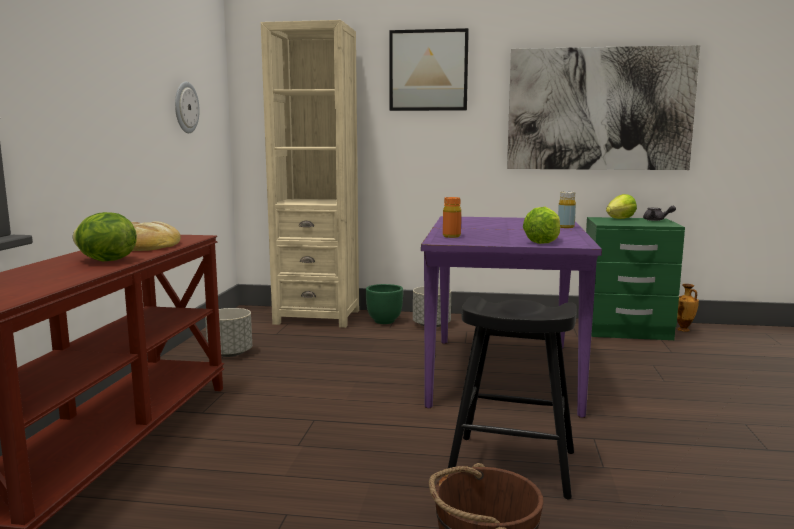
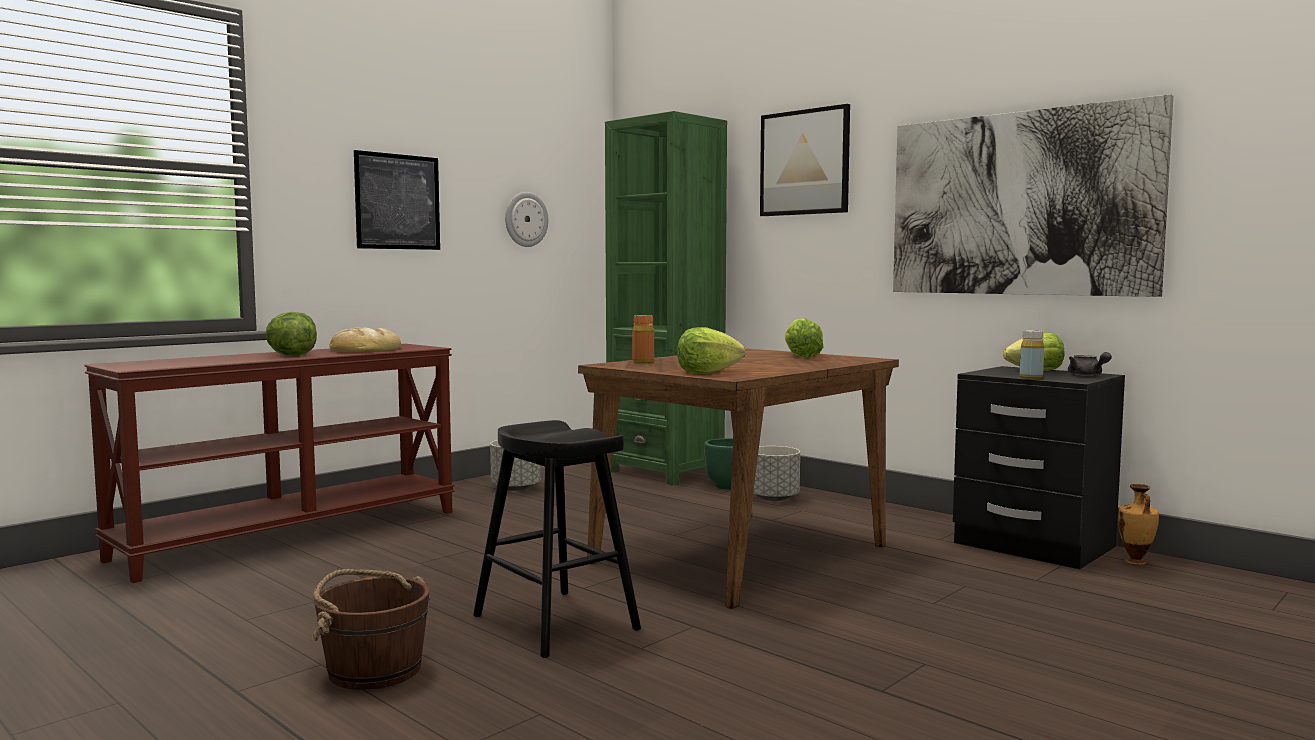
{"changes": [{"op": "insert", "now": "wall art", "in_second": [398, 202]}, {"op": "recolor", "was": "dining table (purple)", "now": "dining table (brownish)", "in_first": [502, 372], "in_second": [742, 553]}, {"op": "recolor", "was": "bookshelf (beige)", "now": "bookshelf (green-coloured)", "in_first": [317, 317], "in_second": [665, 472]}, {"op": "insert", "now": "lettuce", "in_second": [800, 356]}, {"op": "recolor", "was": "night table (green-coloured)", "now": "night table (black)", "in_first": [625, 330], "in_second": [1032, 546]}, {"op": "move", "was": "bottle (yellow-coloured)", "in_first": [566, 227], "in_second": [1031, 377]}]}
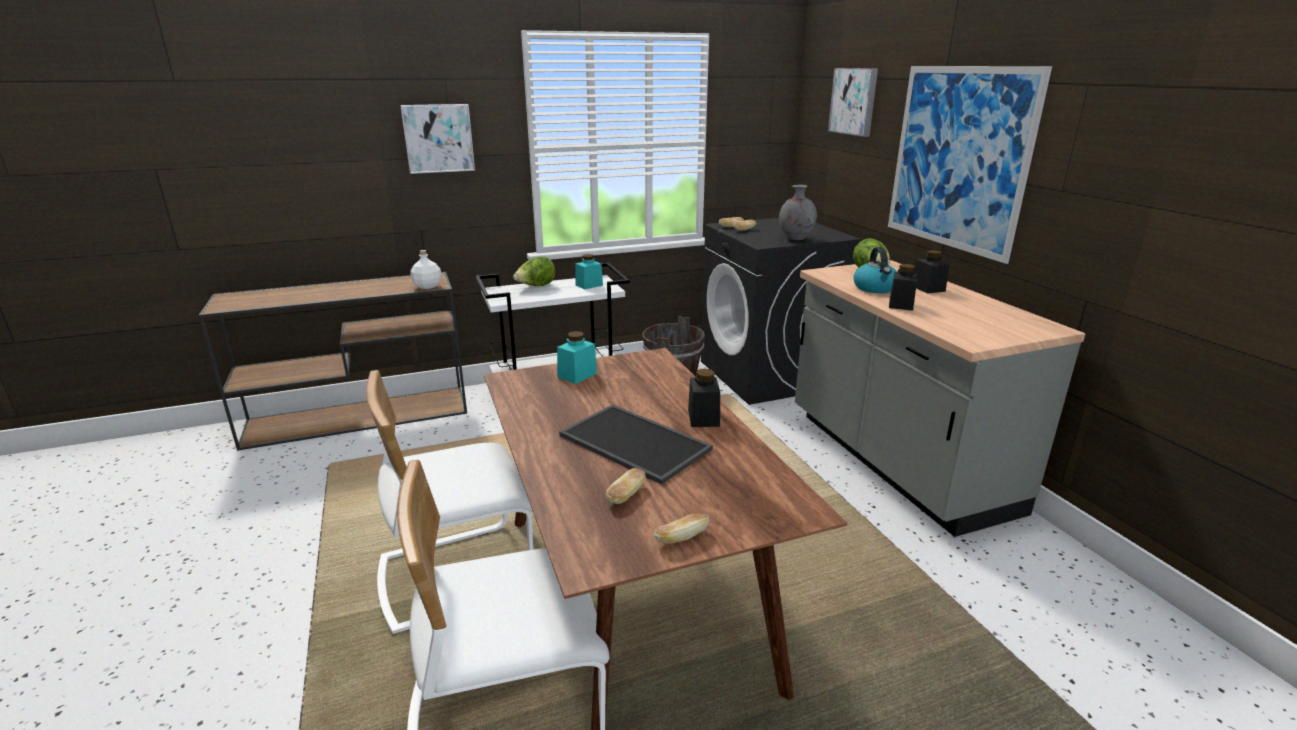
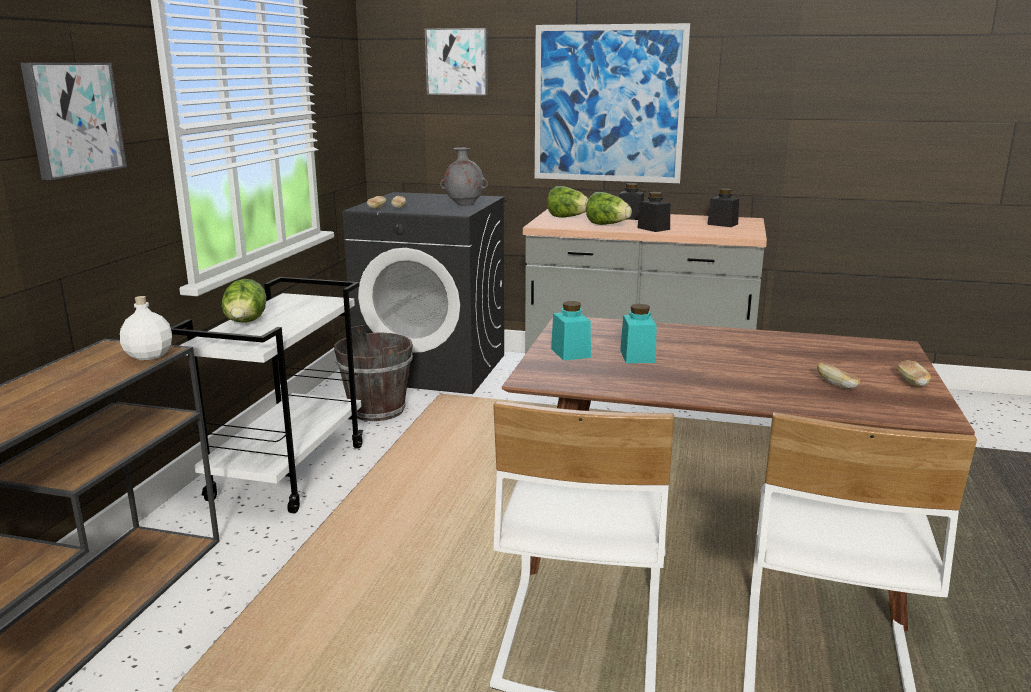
{"changes": [{"op": "replace", "was": "tea kettle", "now": "lettuce", "in_first": [875, 288], "in_second": [607, 225]}, {"op": "move", "was": "preserve jar (turquoise)", "in_first": [589, 285], "in_second": [637, 356]}, {"op": "move", "was": "preserve jar (black)", "in_first": [703, 418], "in_second": [722, 224]}, {"op": "delete", "was": "tray", "in_first": [637, 442]}]}
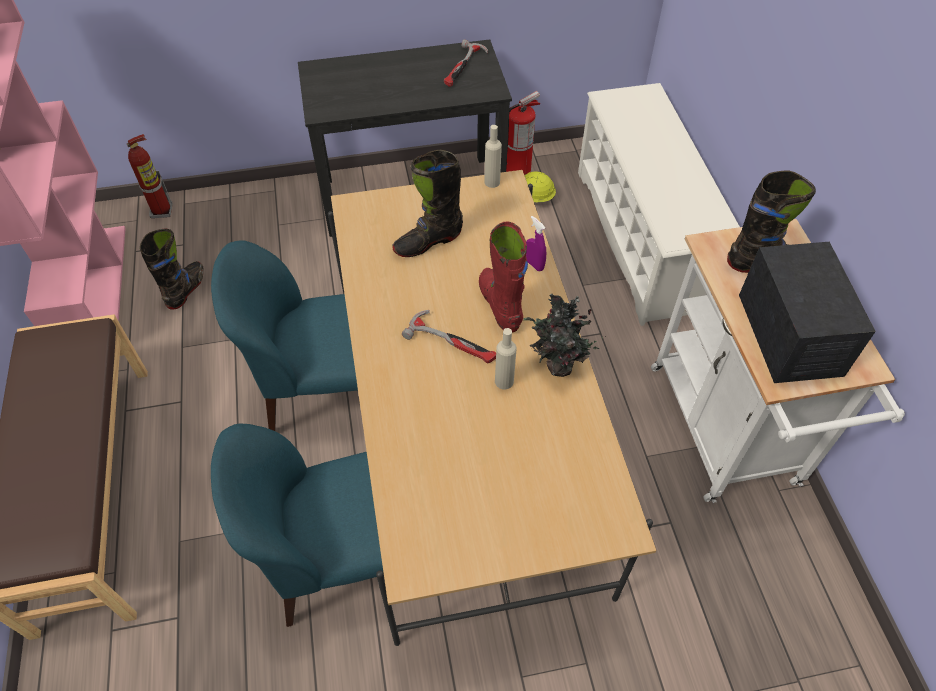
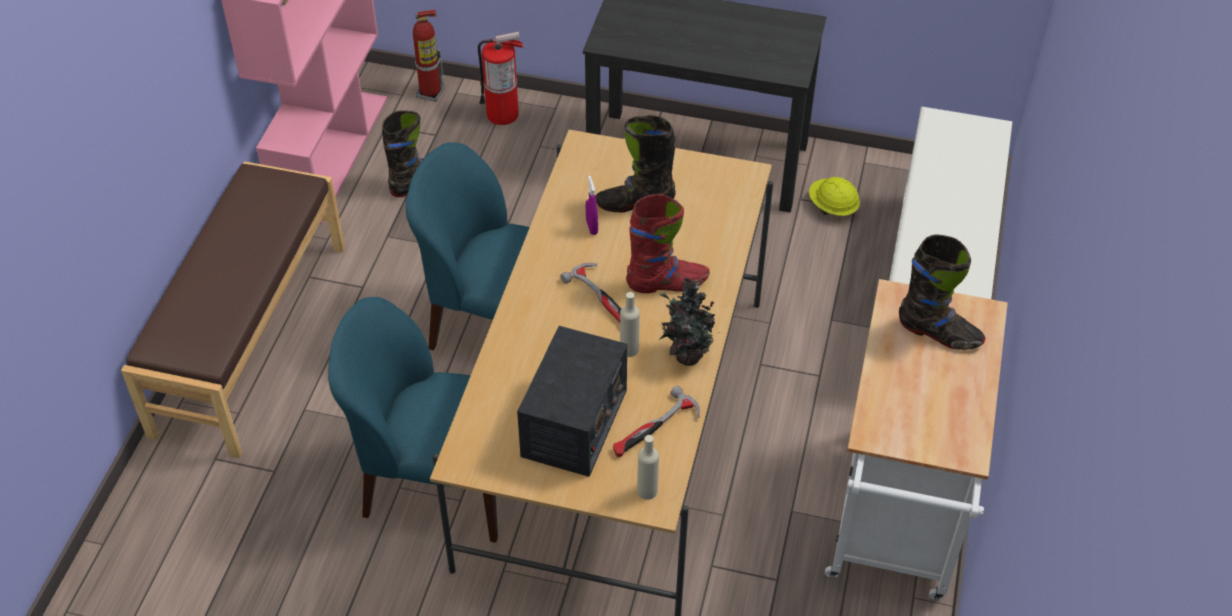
{"changes": [{"op": "move", "was": "fire-fighting cylinder", "in_first": [517, 169], "in_second": [503, 114]}, {"op": "move", "was": "radio set", "in_first": [790, 335], "in_second": [574, 423]}, {"op": "move", "was": "sprayer (purple)", "in_first": [534, 264], "in_second": [591, 227]}, {"op": "move", "was": "hand hammer", "in_first": [463, 67], "in_second": [655, 429]}, {"op": "rotate", "was": "high-top boot (red)", "in_first": [500, 305], "in_second": [667, 283], "clockwise": 75}, {"op": "move", "was": "bottle (beige)", "in_first": [492, 182], "in_second": [647, 491]}]}
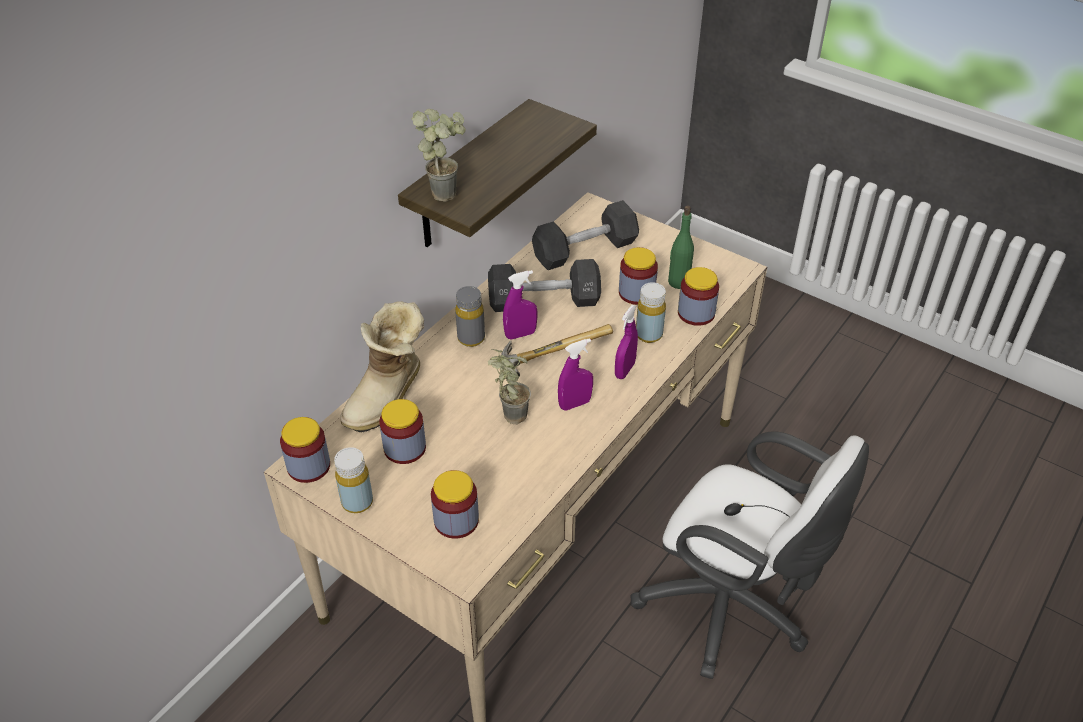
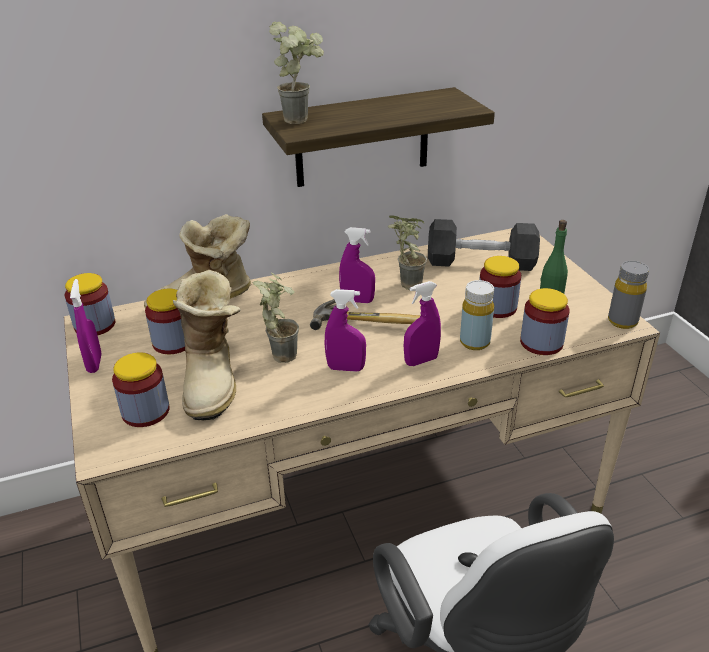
{"changes": [{"op": "replace", "was": "bottle (yellow-coloured)", "now": "sprayer (purple)", "in_first": [357, 502], "in_second": [94, 363]}, {"op": "insert", "now": "high-top boot", "in_second": [214, 380]}, {"op": "replace", "was": "free weight (black)", "now": "houseplant", "in_first": [544, 301], "in_second": [404, 285]}, {"op": "move", "was": "bottle (gray)", "in_first": [471, 338], "in_second": [622, 321]}]}
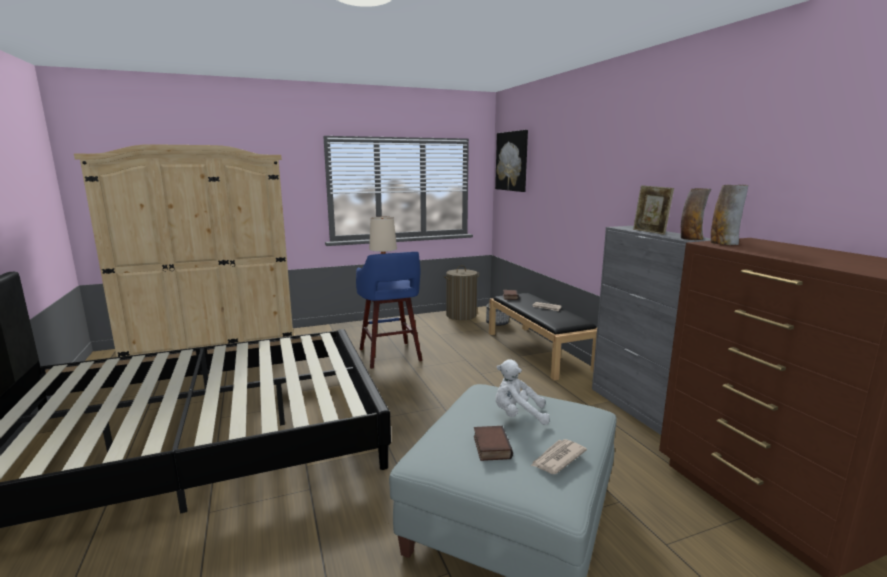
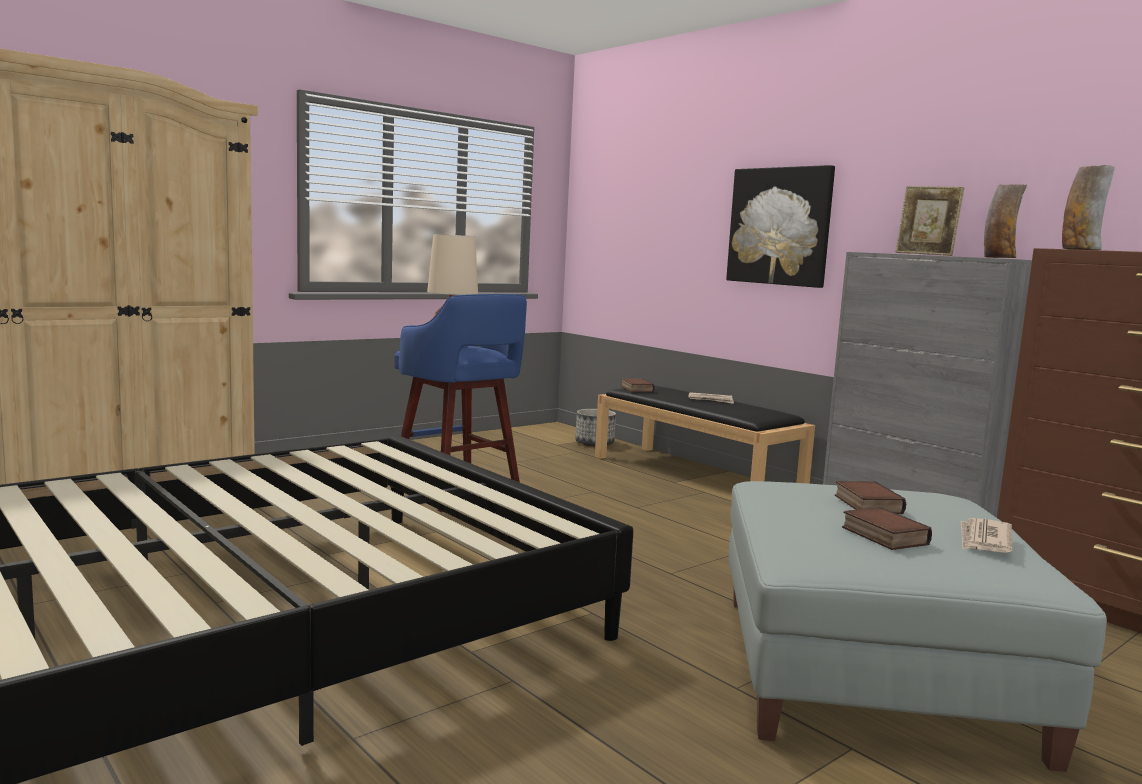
{"changes": [{"op": "move", "was": "wall art", "in_first": [512, 161], "in_second": [780, 226]}, {"op": "replace", "was": "cuddly toy (white)", "now": "bound book", "in_first": [518, 416], "in_second": [865, 504]}, {"op": "delete", "was": "washing basket", "in_first": [461, 315]}]}
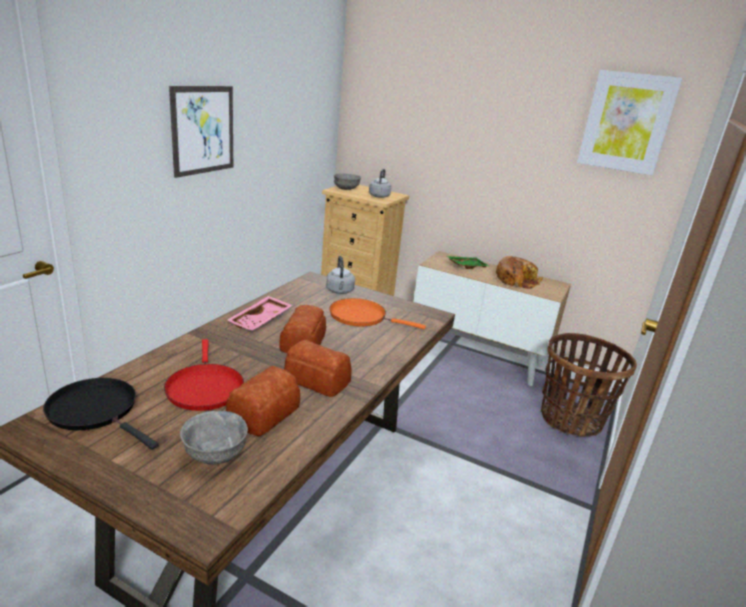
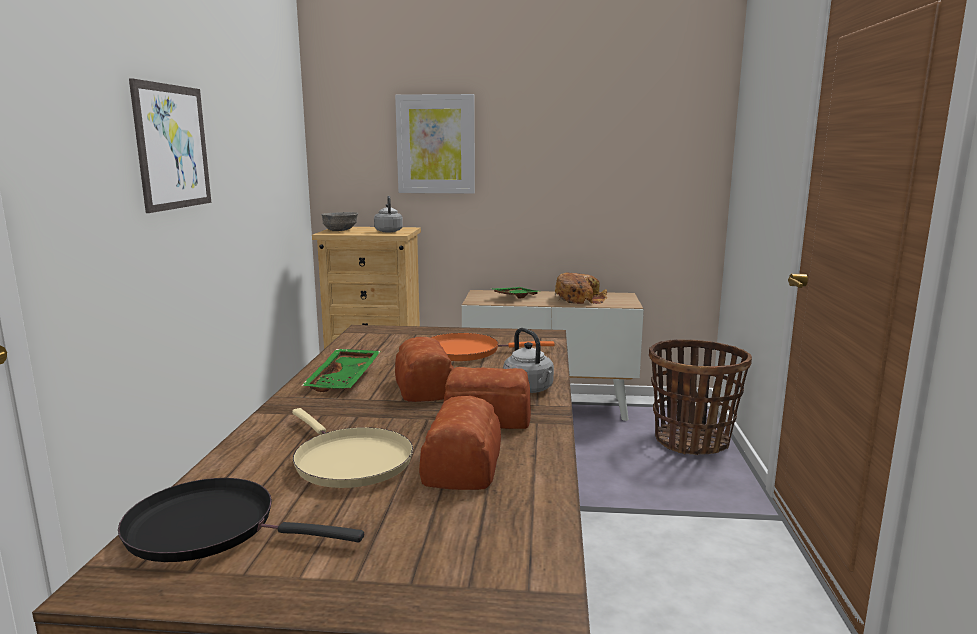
{"changes": [{"op": "recolor", "was": "skillet (red)", "now": "skillet (beige)", "in_first": [204, 388], "in_second": [349, 461]}, {"op": "recolor", "was": "tray (pinkish)", "now": "tray (green-coloured)", "in_first": [261, 321], "in_second": [345, 380]}, {"op": "move", "was": "wall art", "in_first": [626, 122], "in_second": [436, 144]}, {"op": "move", "was": "tea kettle (gray)", "in_first": [340, 291], "in_second": [530, 389]}, {"op": "delete", "was": "deep dish (gray)", "in_first": [215, 453]}]}
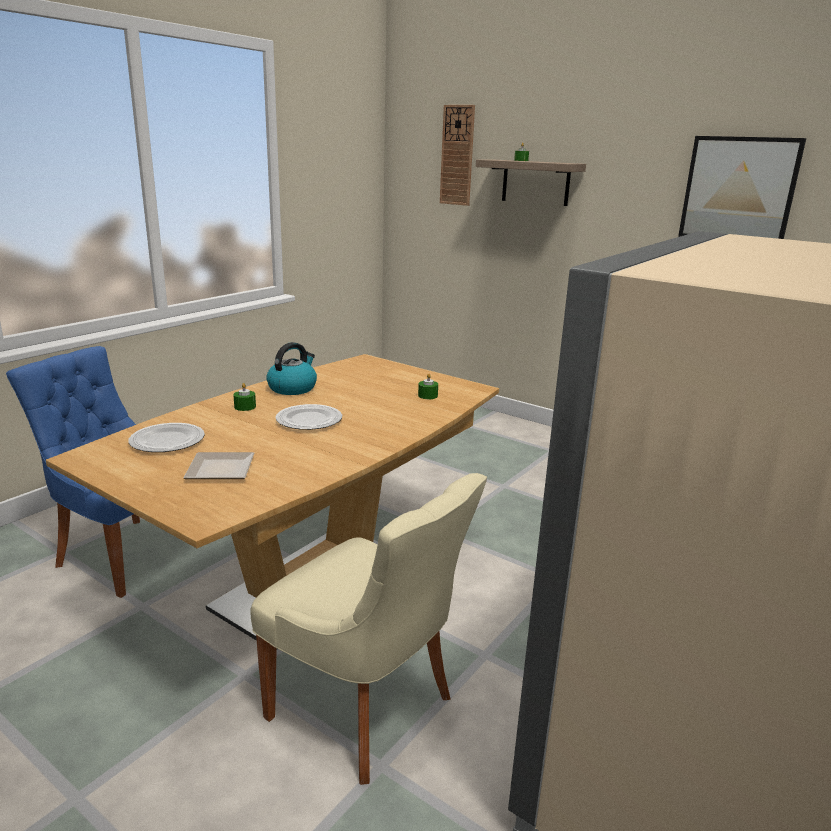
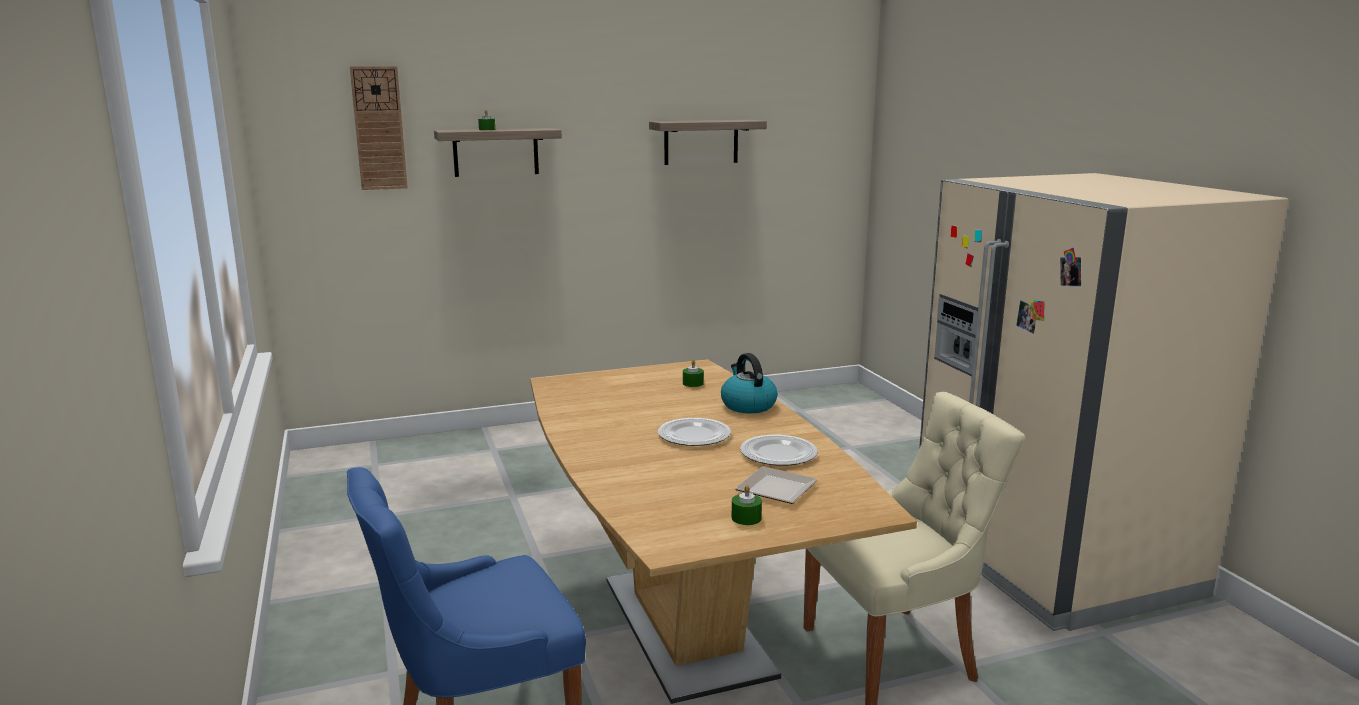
{"changes": [{"op": "replace", "was": "wall art", "now": "wall shelf", "in_first": [738, 190], "in_second": [701, 142]}, {"op": "move", "was": "tea kettle", "in_first": [292, 388], "in_second": [747, 405]}, {"op": "move", "was": "wax light (green-coloured)", "in_first": [245, 407], "in_second": [746, 518]}, {"op": "move", "was": "flat dish", "in_first": [168, 441], "in_second": [779, 453]}]}
